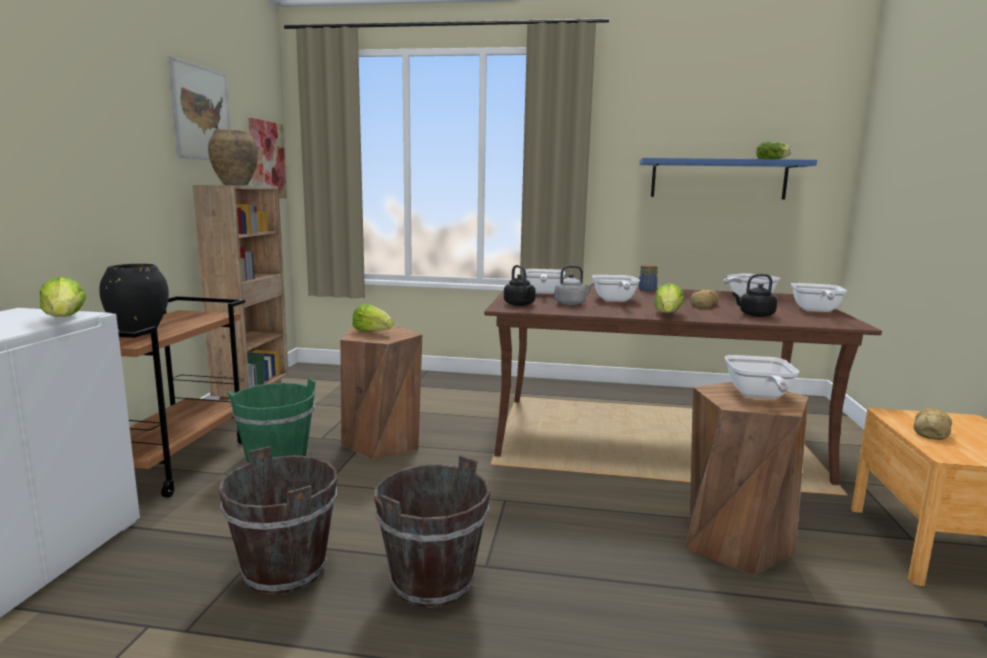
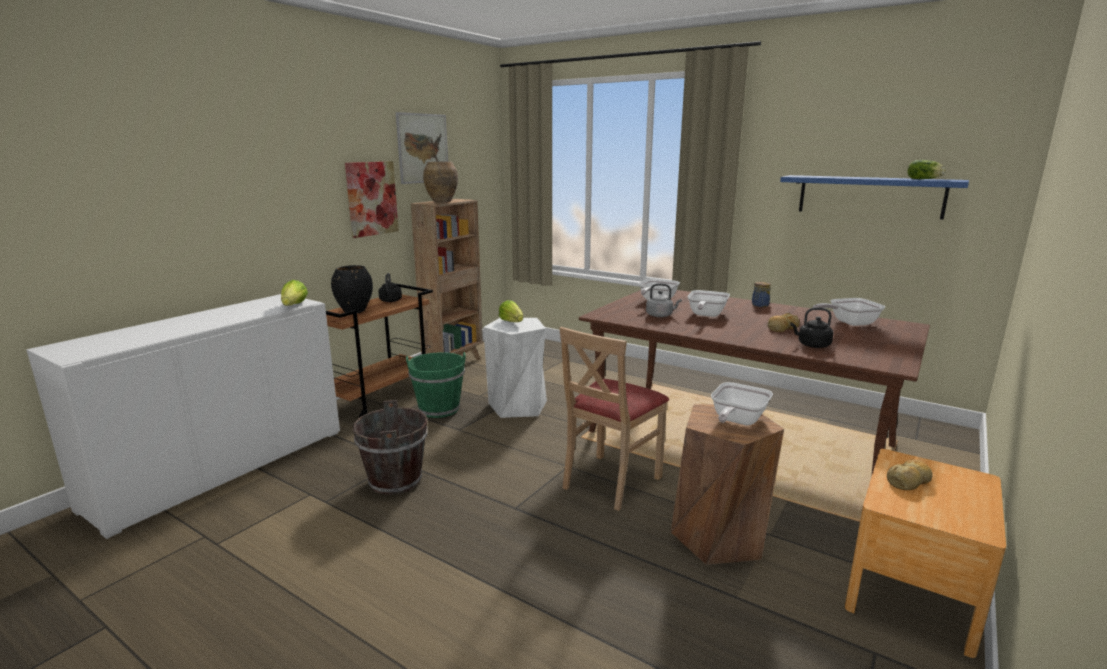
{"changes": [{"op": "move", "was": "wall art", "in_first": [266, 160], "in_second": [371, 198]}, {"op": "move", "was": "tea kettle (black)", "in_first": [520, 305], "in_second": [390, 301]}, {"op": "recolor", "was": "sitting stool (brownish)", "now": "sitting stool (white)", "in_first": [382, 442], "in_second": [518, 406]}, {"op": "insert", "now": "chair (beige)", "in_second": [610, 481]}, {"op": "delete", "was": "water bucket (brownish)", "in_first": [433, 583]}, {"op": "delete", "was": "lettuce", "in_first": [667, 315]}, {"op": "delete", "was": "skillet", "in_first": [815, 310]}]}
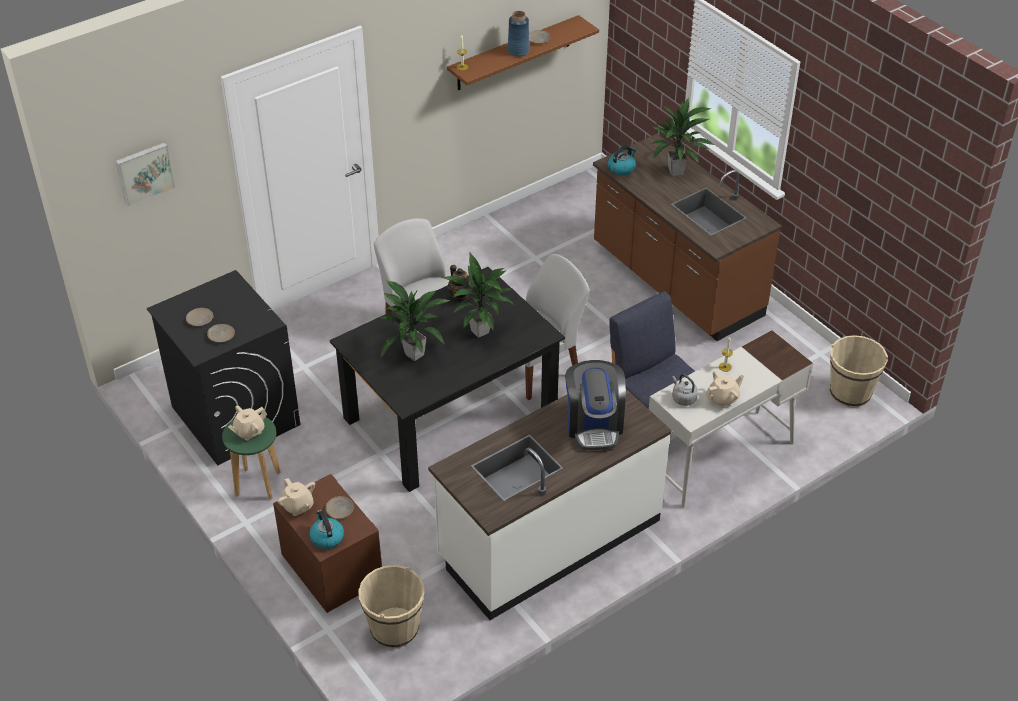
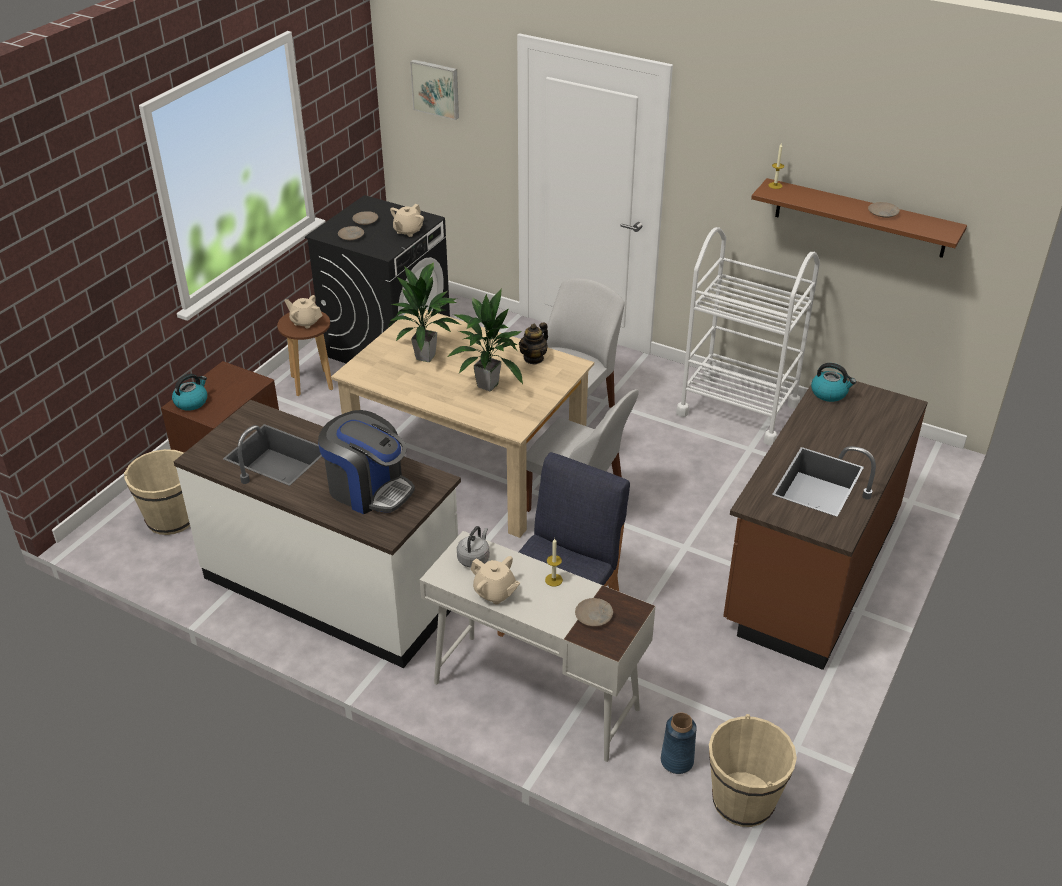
{"changes": [{"op": "recolor", "was": "sitting stool (green-coloured)", "now": "sitting stool (brownish)", "in_first": [257, 484], "in_second": [312, 383]}, {"op": "rotate", "was": "coffee machine", "in_first": [594, 424], "in_second": [368, 489], "clockwise": -120}, {"op": "recolor", "was": "dining table (black)", "now": "dining table (beige)", "in_first": [450, 414], "in_second": [469, 465]}, {"op": "move", "was": "pot for tea (beige)", "in_first": [298, 506], "in_second": [408, 231]}, {"op": "move", "was": "flat dish (beige)", "in_first": [340, 510], "in_second": [594, 616]}, {"op": "move", "was": "vase (blue-coloured)", "in_first": [518, 51], "in_second": [676, 761]}, {"op": "insert", "now": "trolley (white)", "in_second": [738, 409]}, {"op": "delete", "was": "houseplant", "in_first": [676, 172]}]}
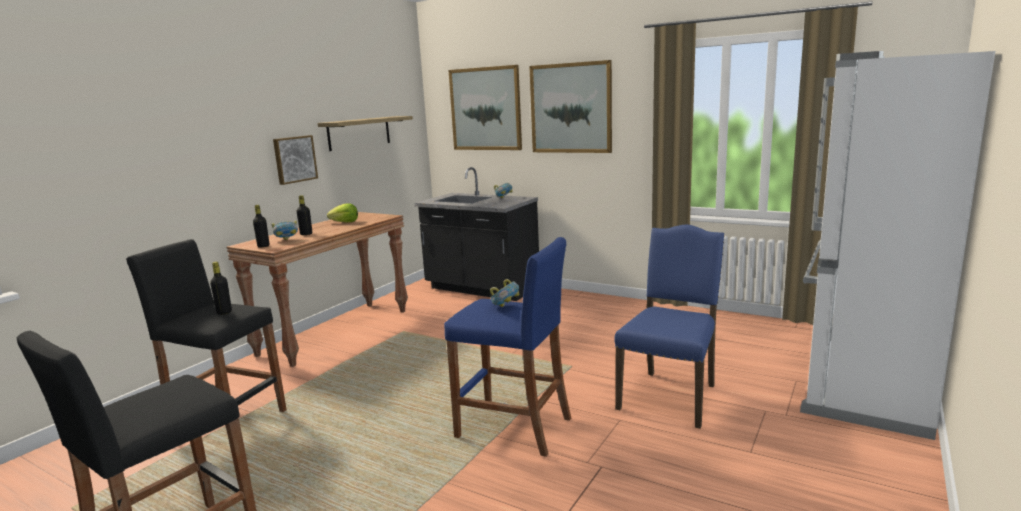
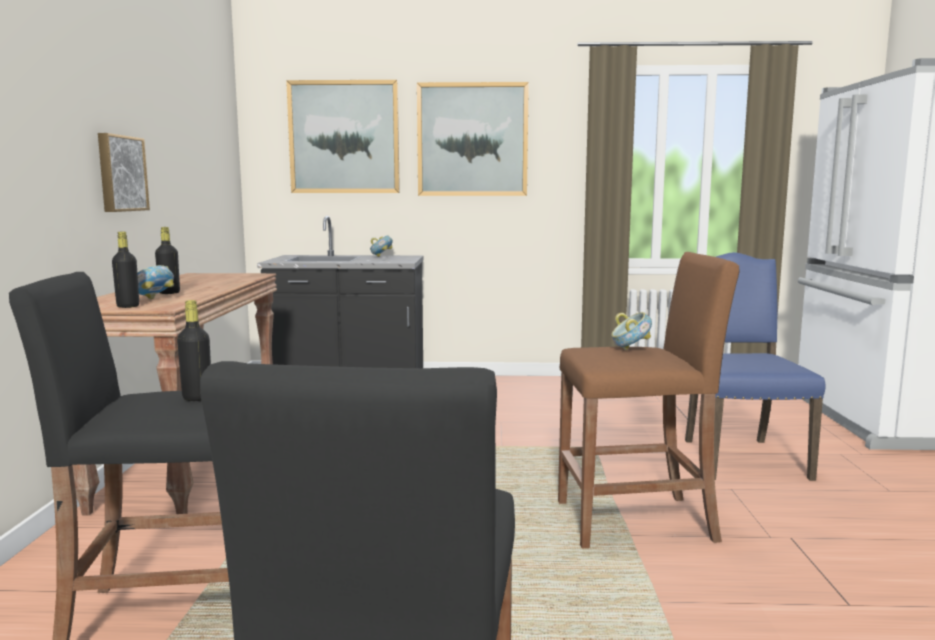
{"changes": [{"op": "recolor", "was": "sitting stool (blue-coloured)", "now": "sitting stool (brownish)", "in_first": [514, 428], "in_second": [635, 522]}, {"op": "delete", "was": "wall shelf", "in_first": [359, 133]}, {"op": "delete", "was": "lettuce", "in_first": [345, 222]}]}
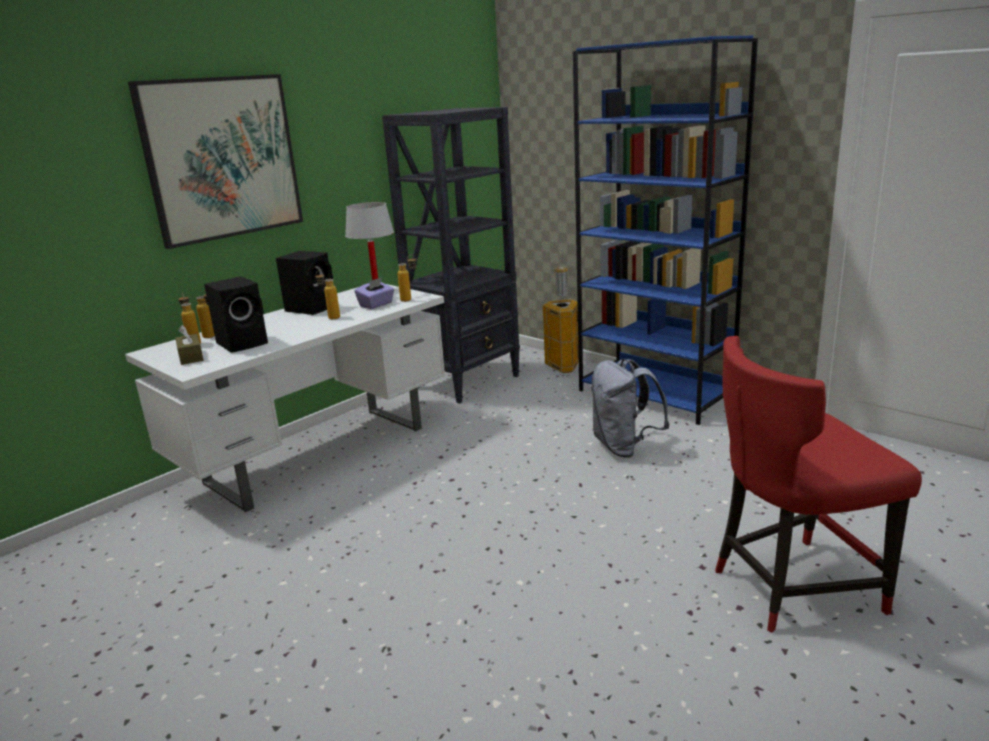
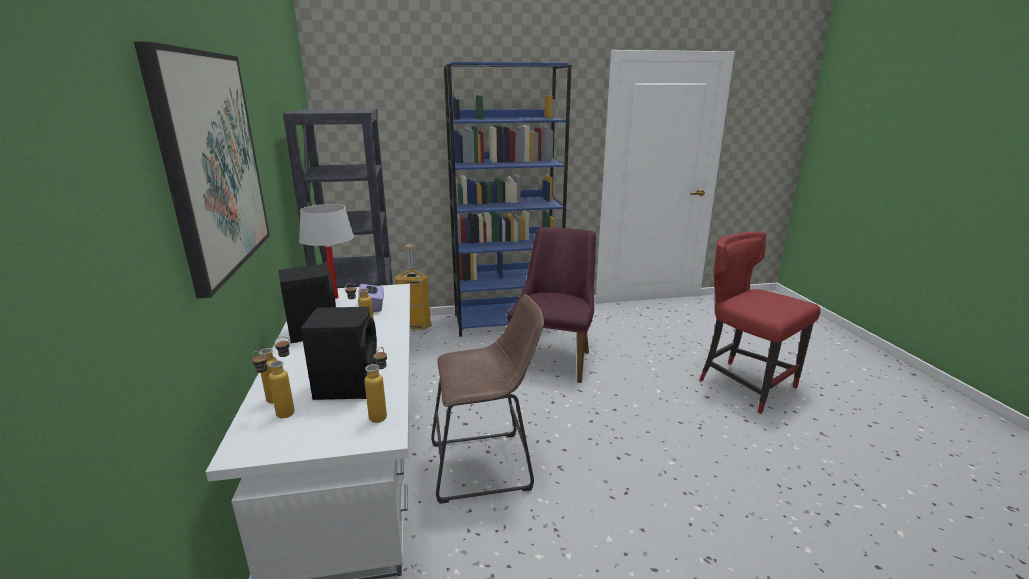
{"changes": [{"op": "move", "was": "bottle", "in_first": [410, 299], "in_second": [381, 414]}, {"op": "insert", "now": "sitting stool (brownish)", "in_second": [487, 465]}, {"op": "replace", "was": "backpack (gray)", "now": "chair (purple)", "in_first": [624, 447], "in_second": [555, 357]}, {"op": "rotate", "was": "chair (red)", "in_first": [791, 587], "in_second": [744, 384], "clockwise": 120}, {"op": "delete", "was": "box of tissues (brownish)", "in_first": [191, 357]}]}
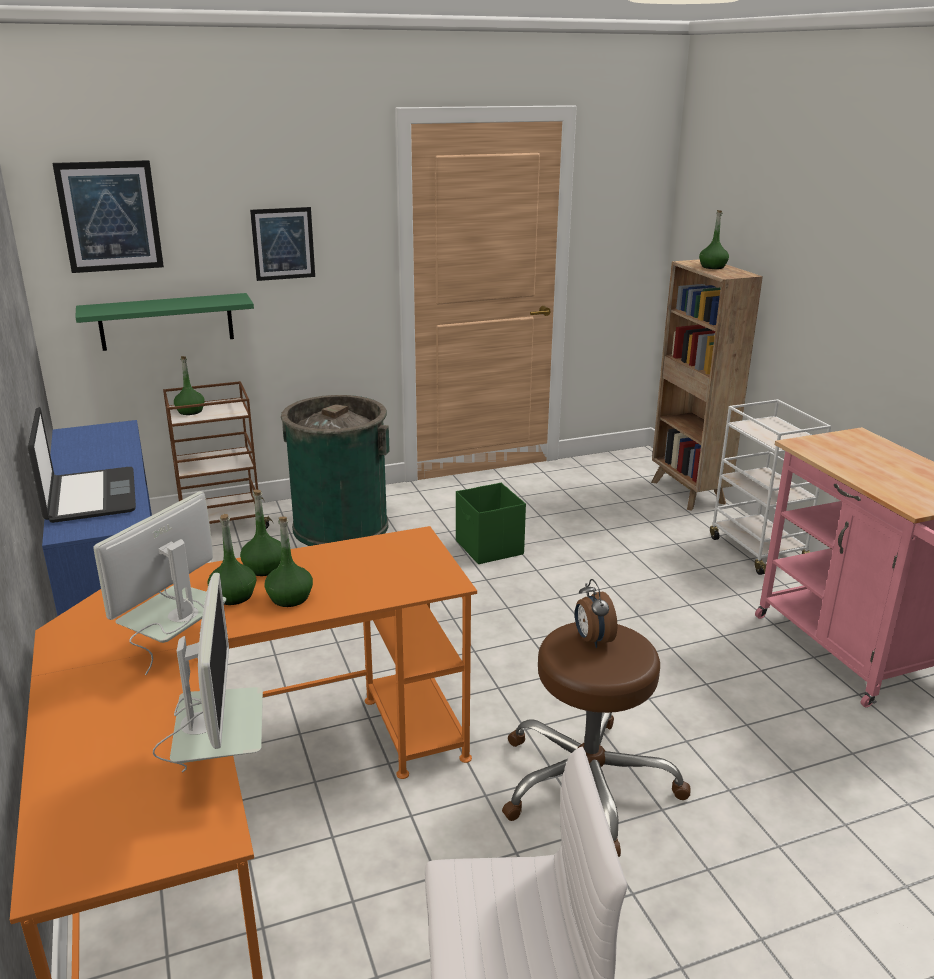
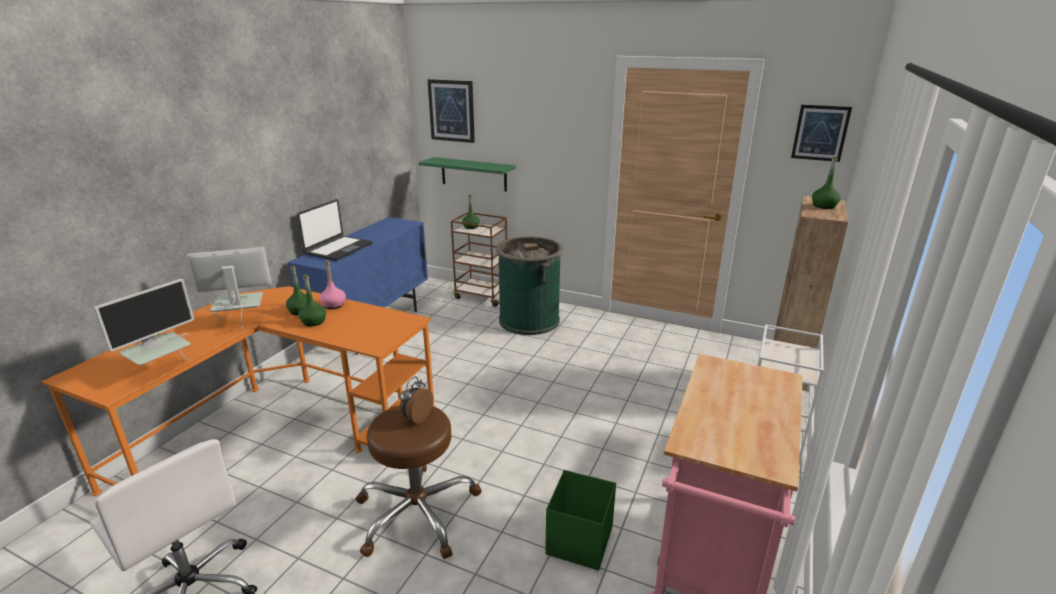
{"changes": [{"op": "recolor", "was": "bottle (green-coloured)", "now": "bottle (pinkish)", "in_first": [265, 568], "in_second": [334, 305]}, {"op": "move", "was": "storage container (green-coloured)", "in_first": [489, 548], "in_second": [578, 541]}, {"op": "move", "was": "wall art", "in_first": [283, 243], "in_second": [820, 133]}]}
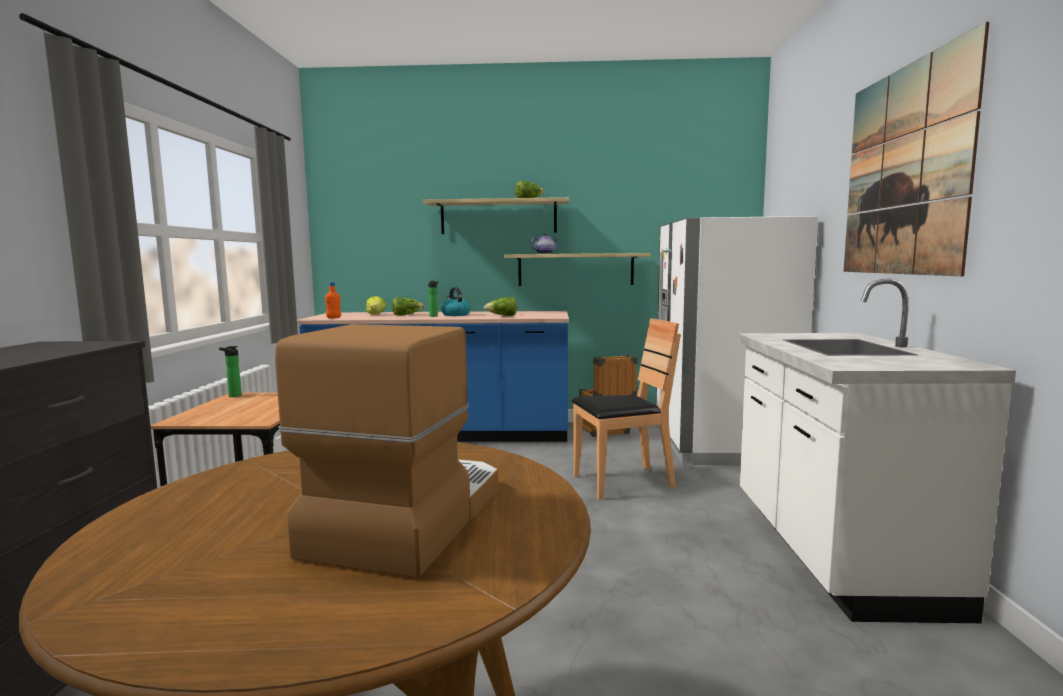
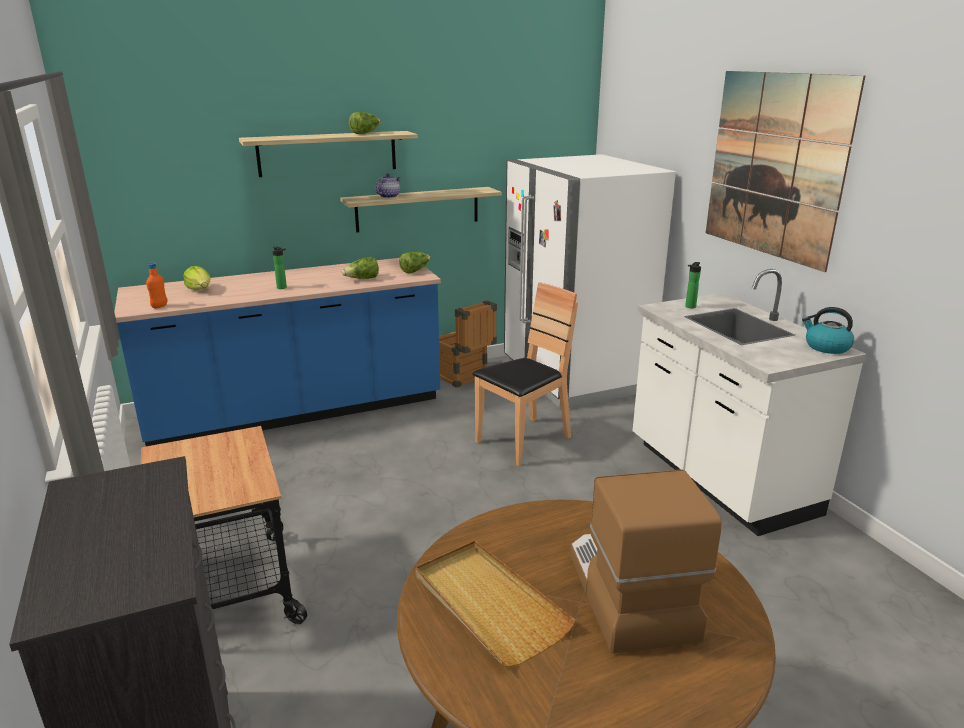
{"changes": [{"op": "move", "was": "lettuce", "in_first": [406, 315], "in_second": [415, 271]}, {"op": "insert", "now": "tray (beige)", "in_second": [488, 604]}, {"op": "move", "was": "bottle", "in_first": [233, 396], "in_second": [689, 307]}, {"op": "move", "was": "tea kettle", "in_first": [455, 315], "in_second": [826, 347]}]}
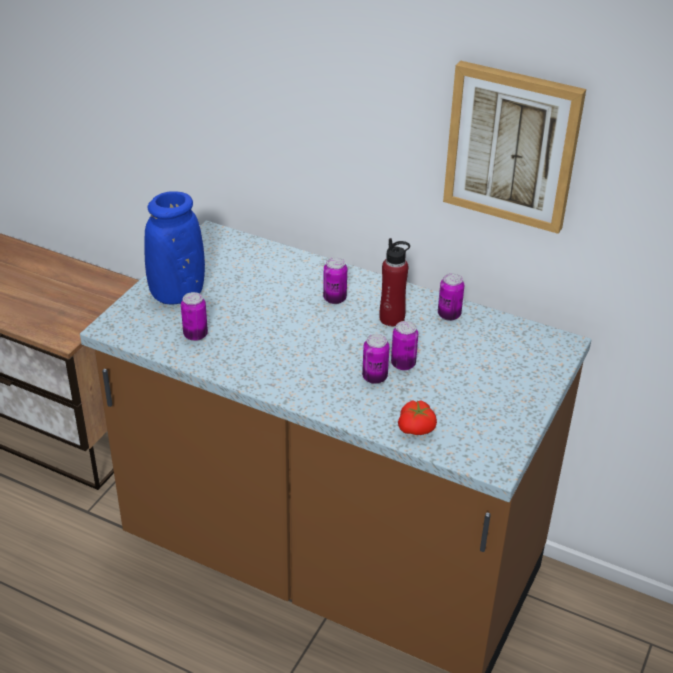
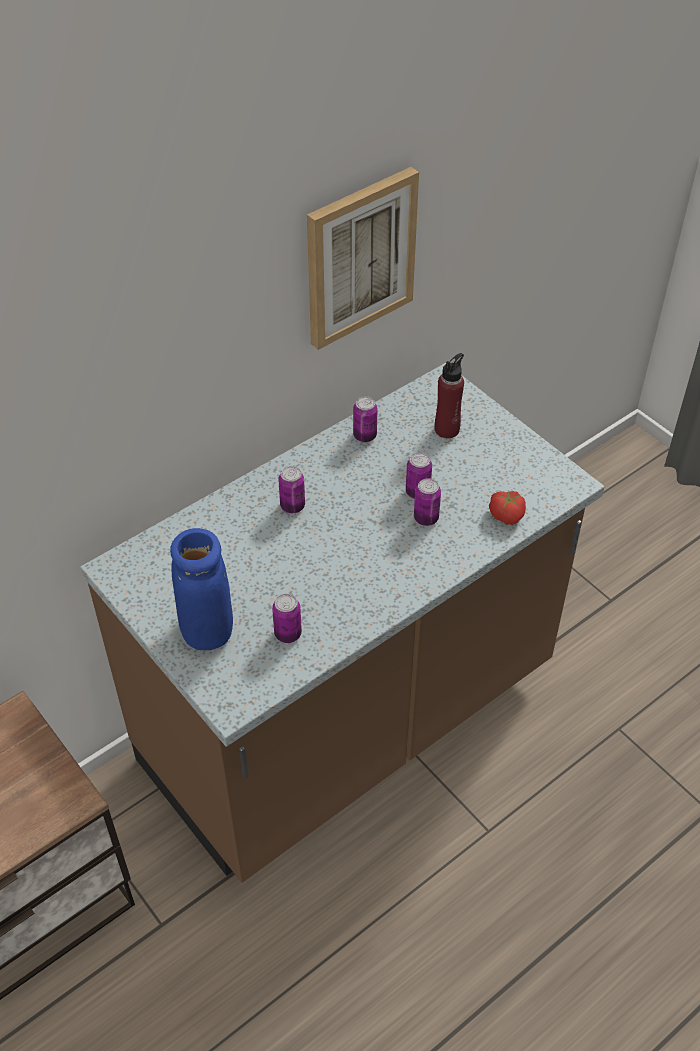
{"changes": [{"op": "move", "was": "bottle (red)", "in_first": [392, 318], "in_second": [447, 429]}]}
